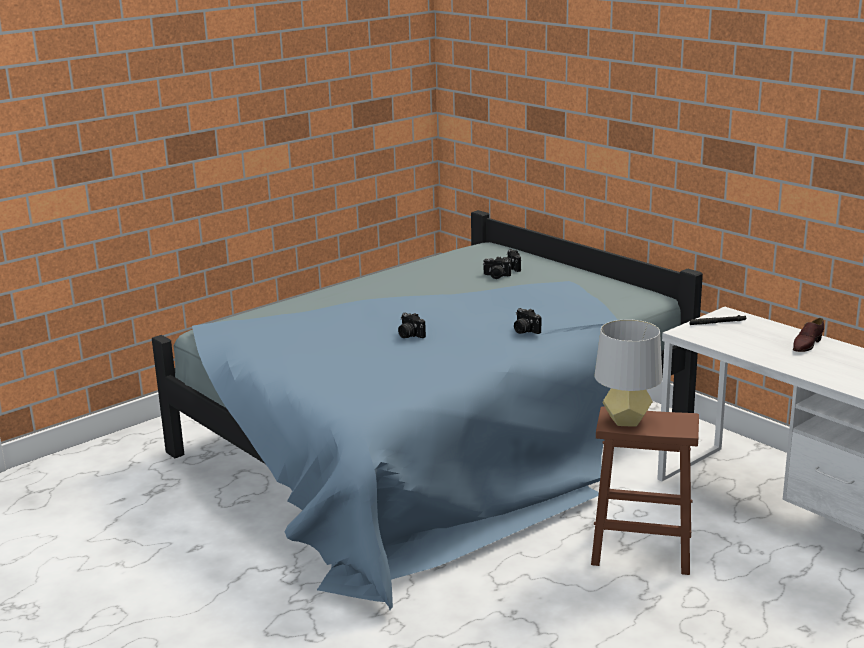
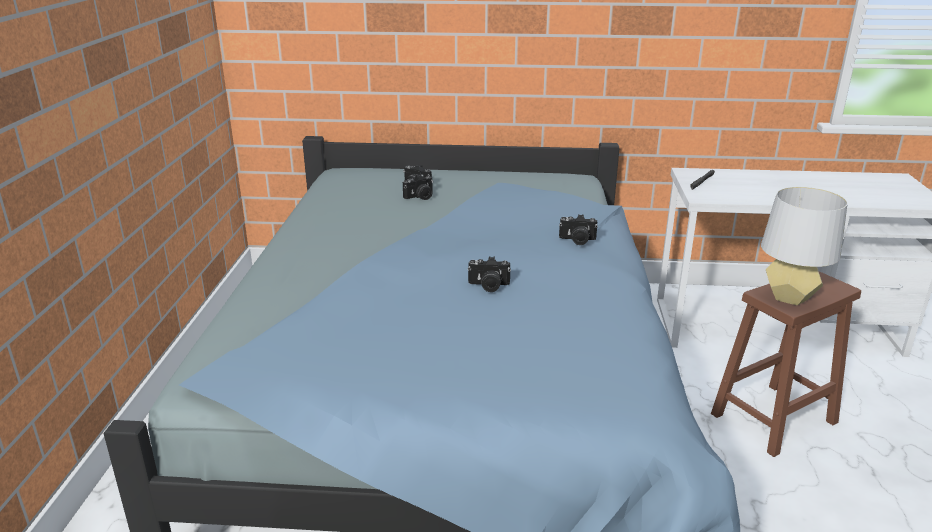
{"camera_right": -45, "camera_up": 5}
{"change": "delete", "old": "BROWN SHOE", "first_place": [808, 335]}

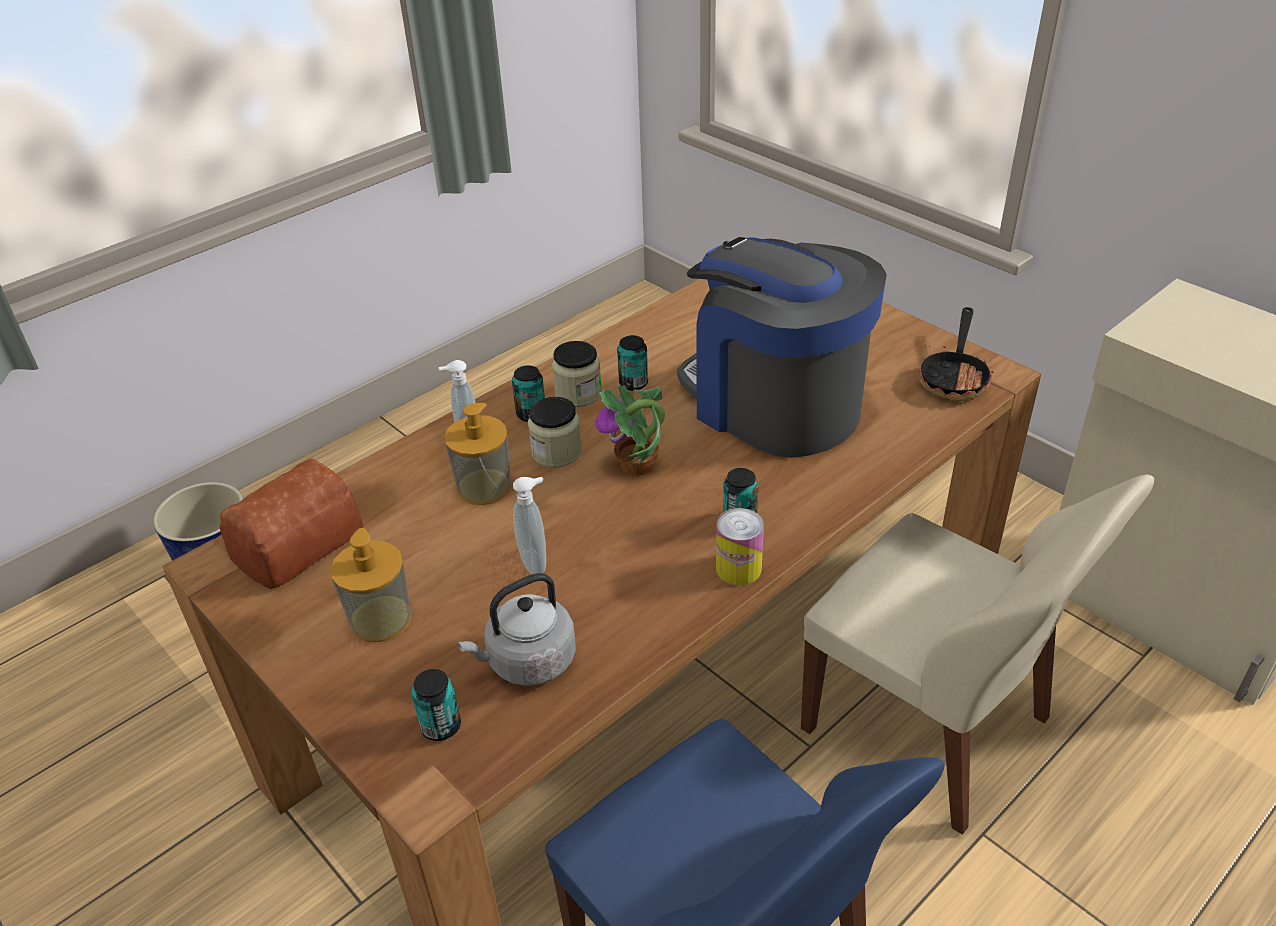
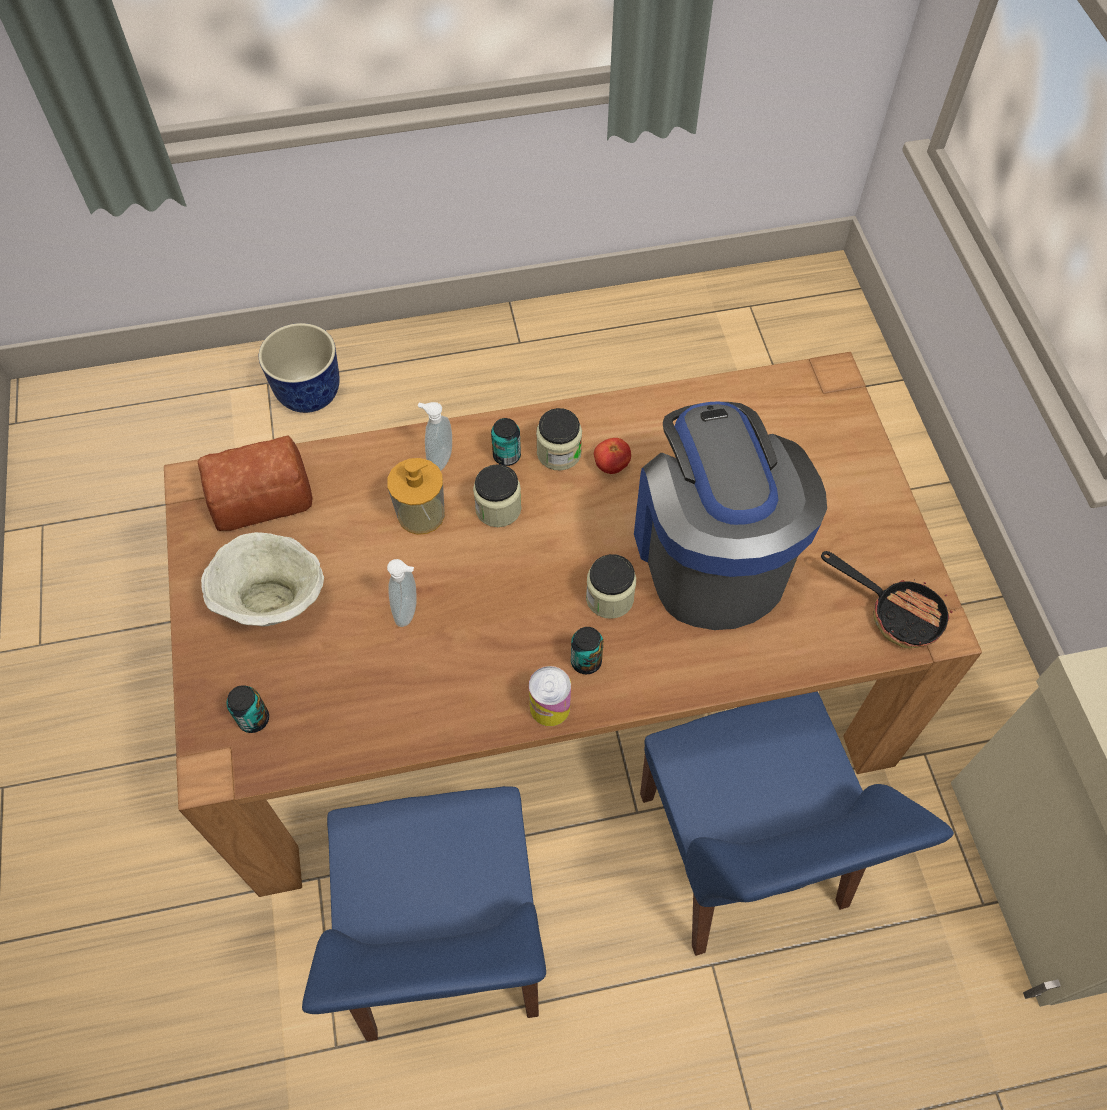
{"camera_right": 30, "camera_up": 20}
{"change": "replace", "old": "SOAP DISPENSER", "new": "BEIGE BOWL", "first_place": [370, 585], "second_place": [262, 579]}
{"change": "insert", "new": "JAR", "second_place": [611, 586]}
{"change": "replace", "old": "CAN", "new": "TOMATO", "first_place": [632, 363], "second_place": [612, 456]}
{"change": "recolor", "old": "BEIGE CHAIR", "new": "BLUE CHAIR", "first_place": [977, 655], "second_place": [797, 823]}
{"change": "rotate", "old": "FRYING PAN", "first_place": [956, 354], "second_place": [887, 599], "degrees": -105}
{"change": "delete", "old": "GREY KETTLE", "first_place": [516, 629]}
{"change": "delete", "old": "POTTED PLANT", "first_place": [630, 430]}

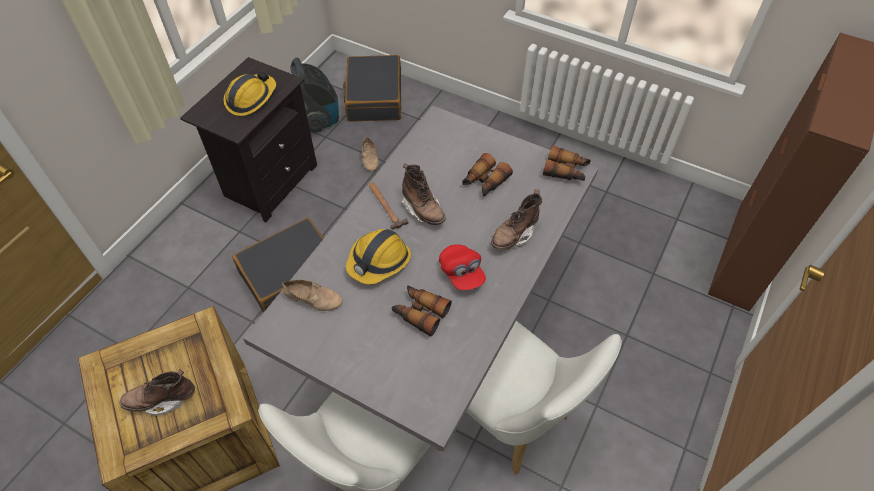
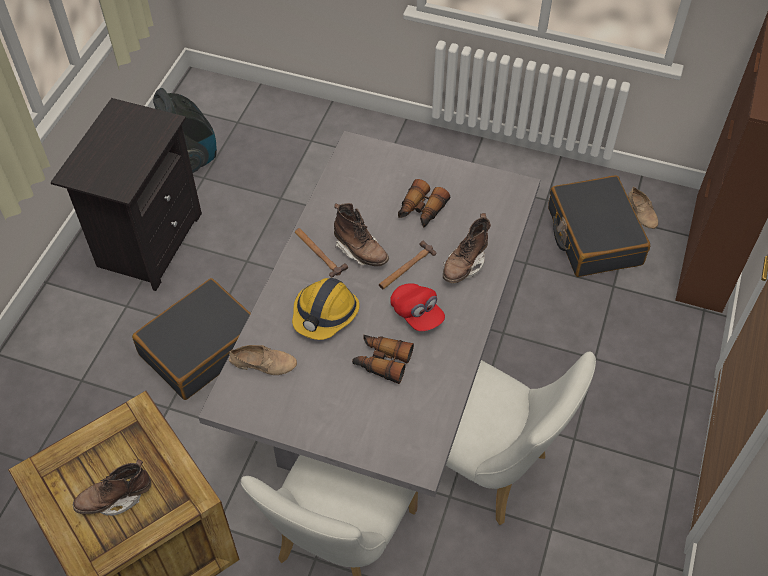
{"camera_right": -10, "camera_up": 0}
{"change": "insert", "new": "HAMMER", "second_place": [407, 265]}
{"change": "move", "old": "BLACK SUITCASE", "first_place": [372, 88], "second_place": [599, 226]}
{"change": "move", "old": "BEIGE SHOE", "first_place": [370, 154], "second_place": [643, 207]}
{"change": "delete", "old": "HARD HAT", "first_place": [249, 93]}
{"change": "delete", "old": "BINOCULARS", "first_place": [567, 163]}

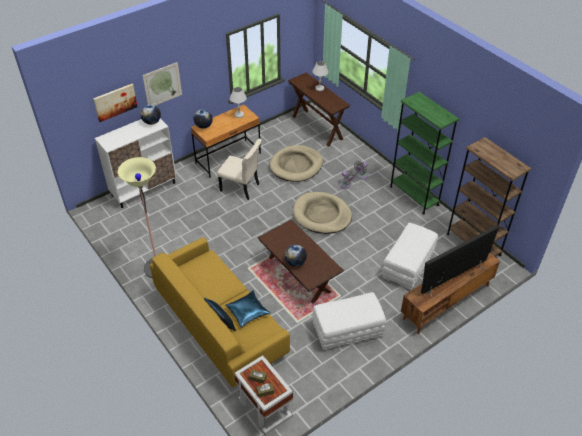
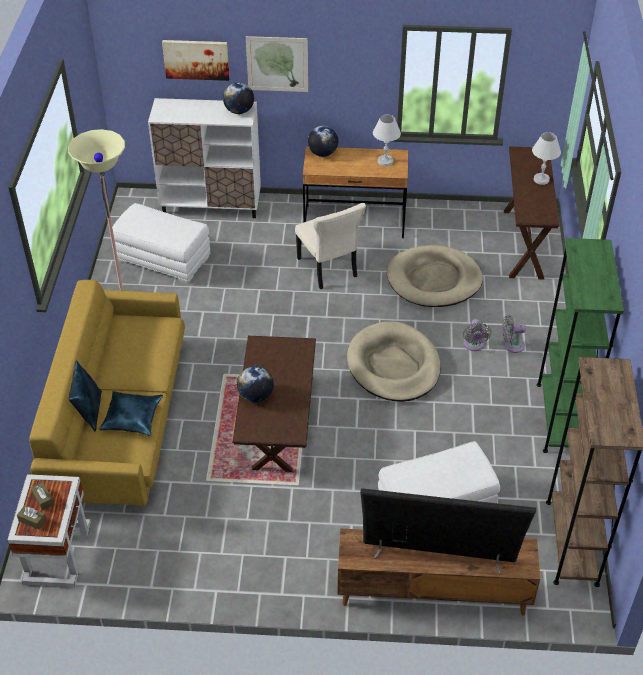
{"camera_right": 40, "camera_up": 0}
{"change": "move", "old": "WHITE OTTOMAN", "first_place": [349, 321], "second_place": [160, 243]}

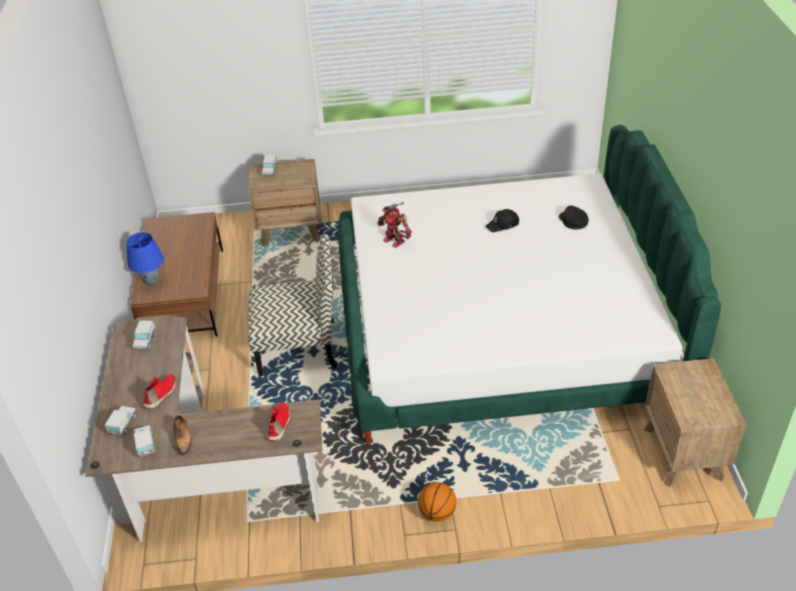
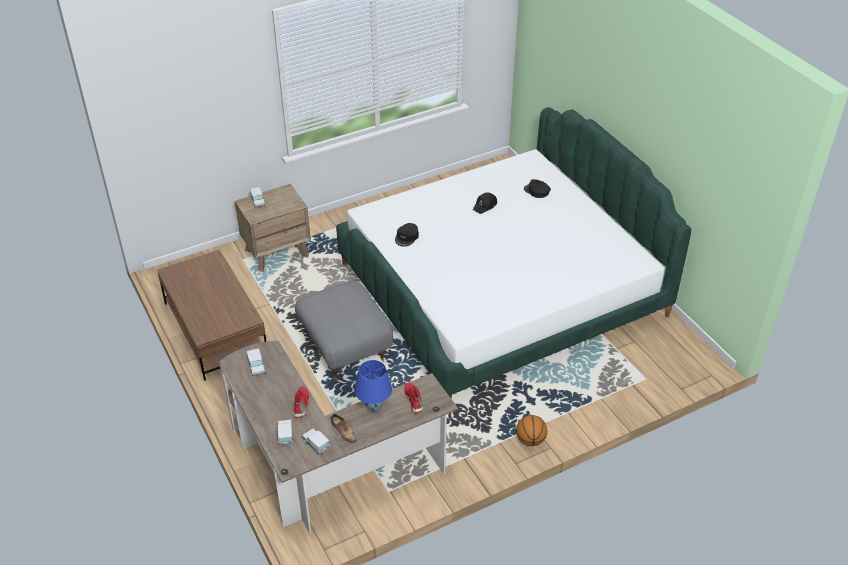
{"camera_right": -25, "camera_up": 0}
{"change": "replace", "old": "CHAIR", "new": "GREY OTTOMAN", "first_place": [292, 305], "second_place": [344, 330]}
{"change": "move", "old": "BLUE TABLE LAMP", "first_place": [145, 258], "second_place": [373, 386]}
{"change": "replace", "old": "TOY ROBOT", "new": "BLACK CAP", "first_place": [394, 225], "second_place": [407, 235]}
{"change": "delete", "old": "BROWN NIGHTSTAND", "first_place": [695, 423]}

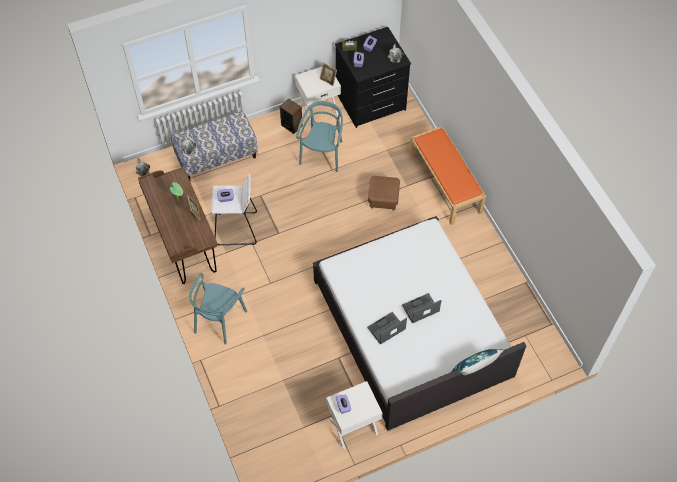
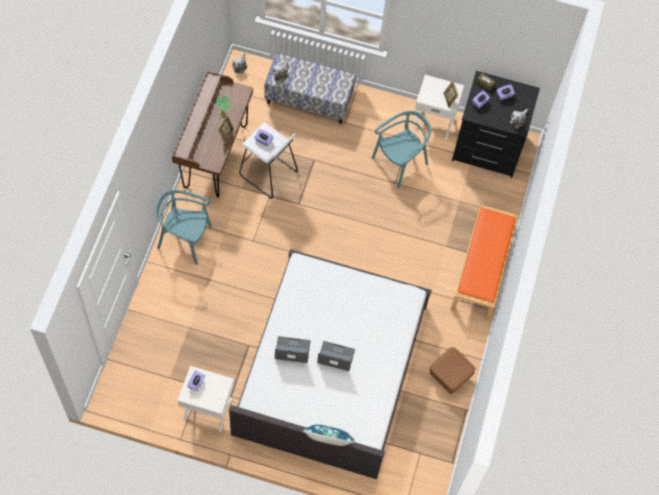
{"camera_right": 35, "camera_up": 5}
{"change": "rotate", "old": "TURQUOISE CHAIR", "first_place": [218, 309], "second_place": [184, 227], "degrees": 45}
{"change": "move", "old": "BROWN OTTOMAN", "first_place": [384, 193], "second_place": [452, 370]}
{"change": "delete", "old": "SPEAKER", "first_place": [291, 116]}

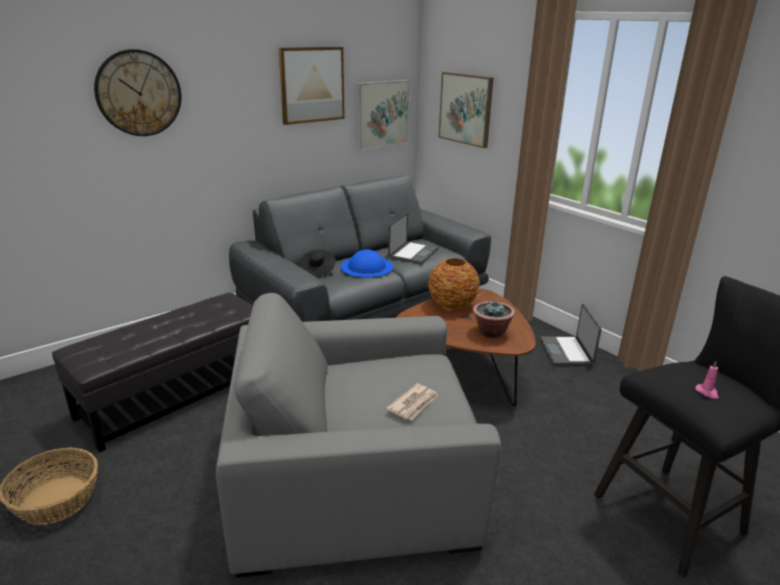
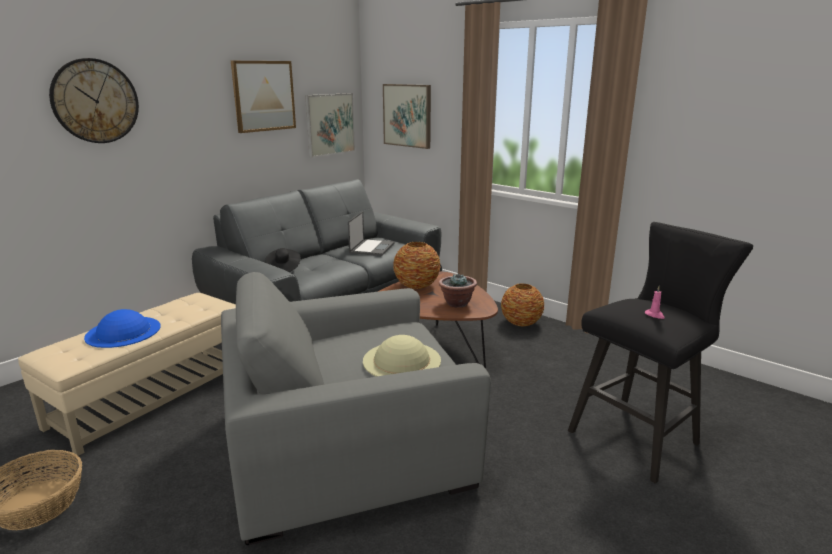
{"camera_right": -10, "camera_up": -5}
{"change": "recolor", "old": "BLACK OTTOMAN", "new": "BEIGE OTTOMAN", "first_place": [152, 372], "second_place": [127, 374]}
{"change": "move", "old": "BLUE HAT", "first_place": [367, 263], "second_place": [122, 328]}
{"change": "replace", "old": "NEWSPAPER", "new": "BEIGE HAT", "first_place": [412, 401], "second_place": [402, 356]}
{"change": "replace", "old": "LAPTOP", "new": "VASE", "first_place": [571, 335], "second_place": [522, 304]}

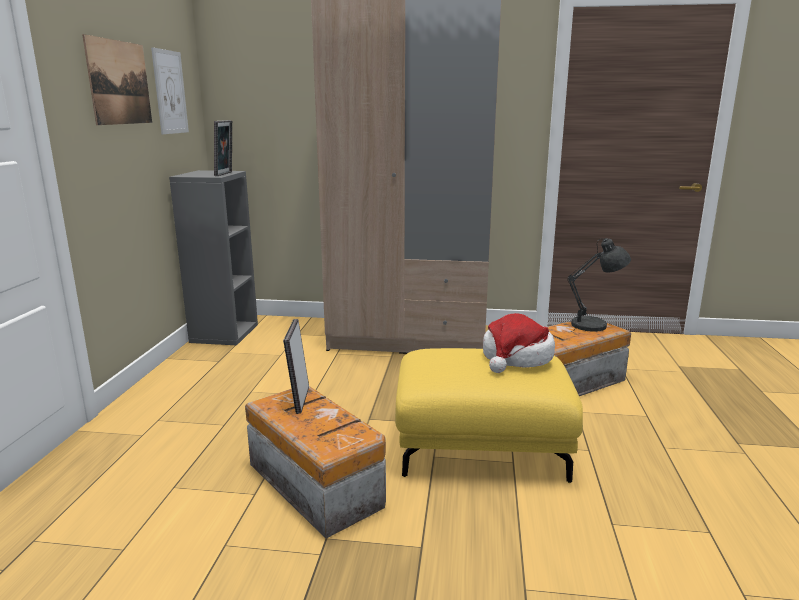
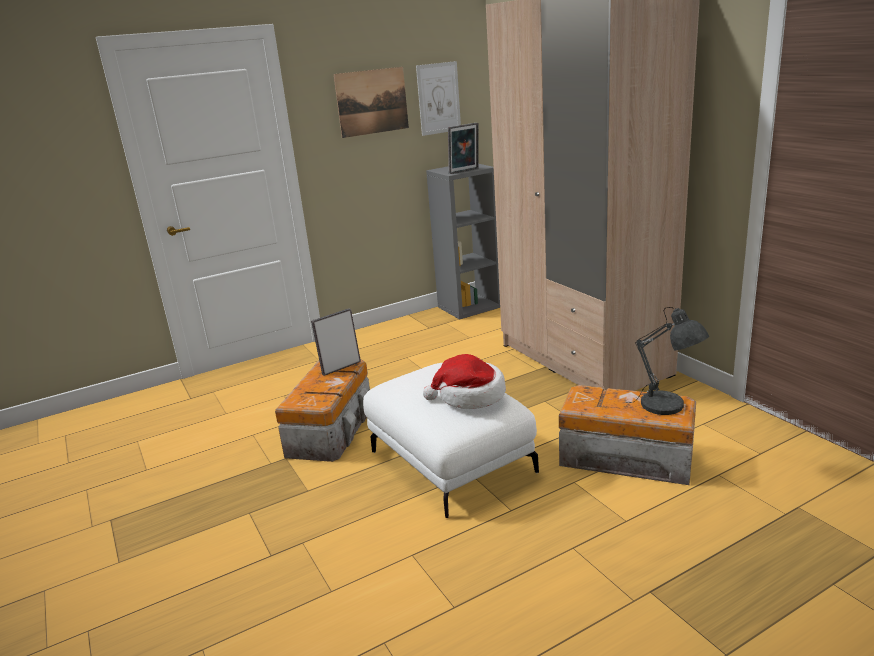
{"camera_right": 55, "camera_up": 5}
{"change": "recolor", "old": "YELLOW OTTOMAN", "new": "WHITE OTTOMAN", "first_place": [489, 415], "second_place": [451, 440]}

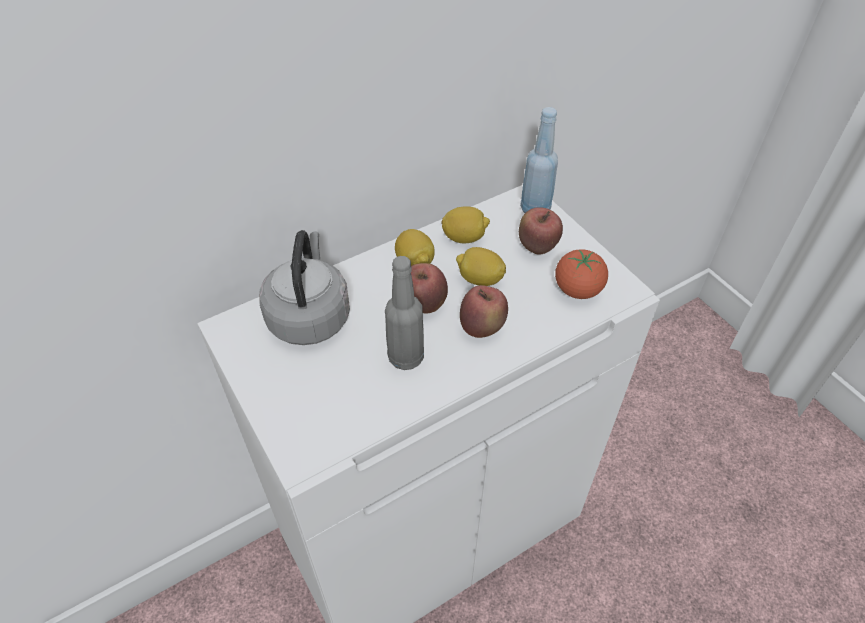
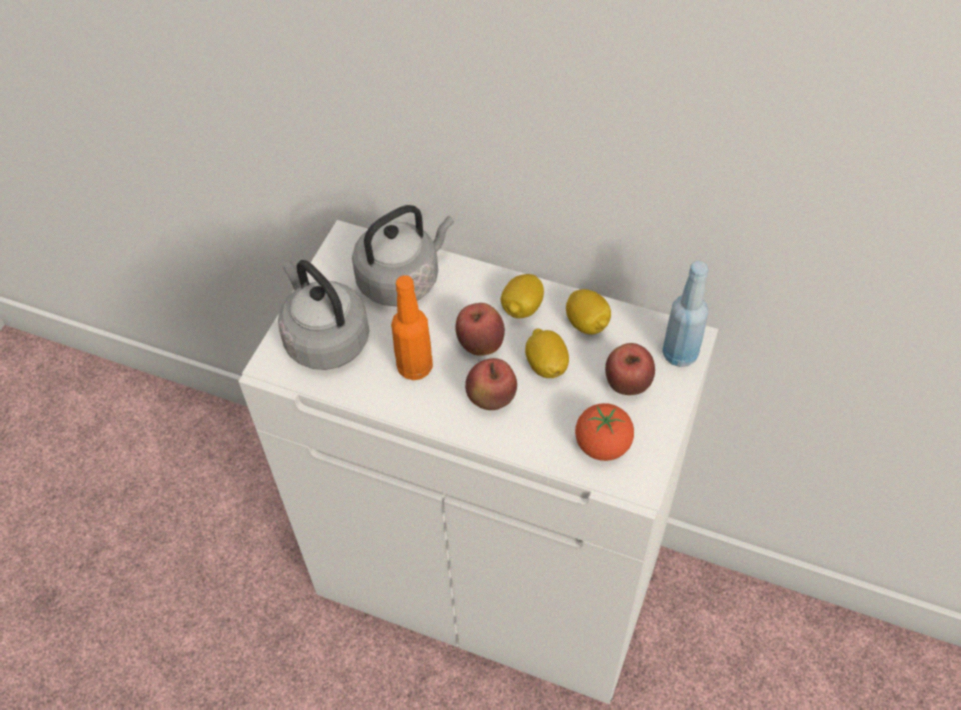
{"camera_right": 55, "camera_up": 5}
{"change": "insert", "new": "GREY KETTLE", "second_place": [323, 315]}
{"change": "recolor", "old": "GREY BOTTLE", "new": "ORANGE BOTTLE", "first_place": [404, 313], "second_place": [412, 327]}

